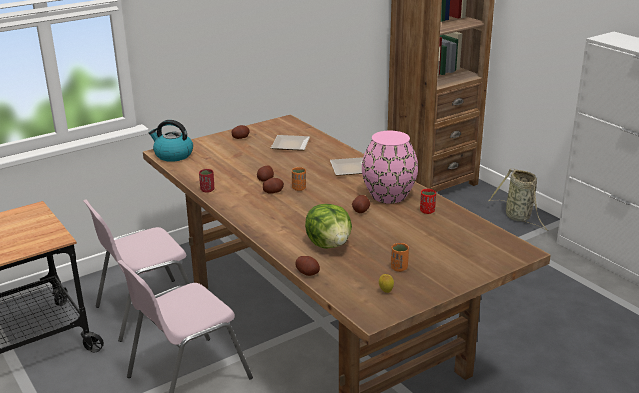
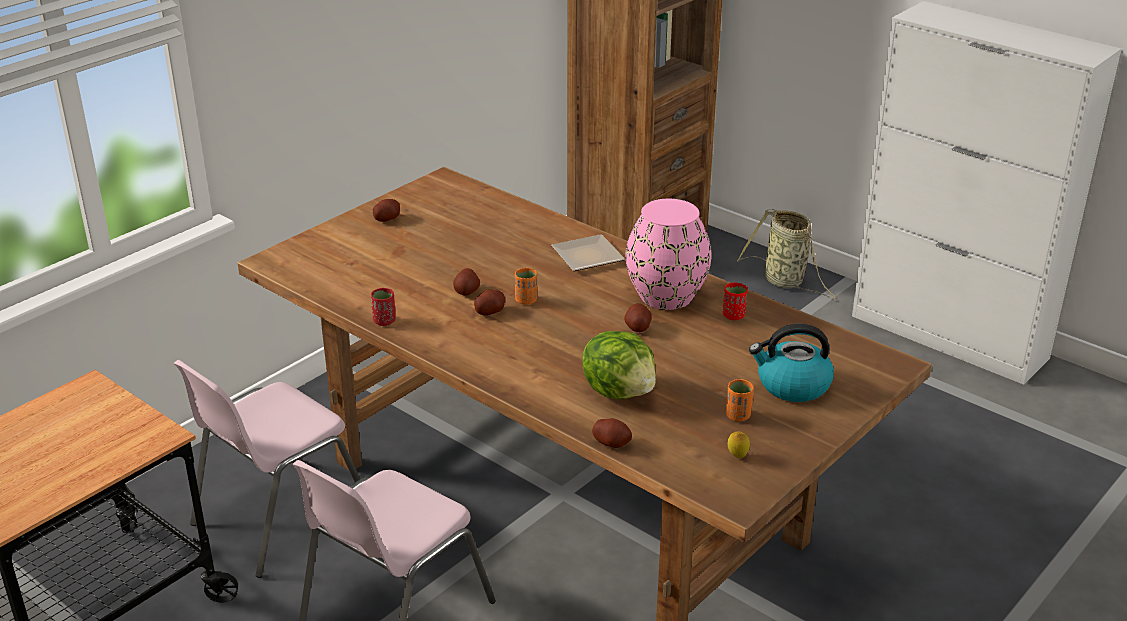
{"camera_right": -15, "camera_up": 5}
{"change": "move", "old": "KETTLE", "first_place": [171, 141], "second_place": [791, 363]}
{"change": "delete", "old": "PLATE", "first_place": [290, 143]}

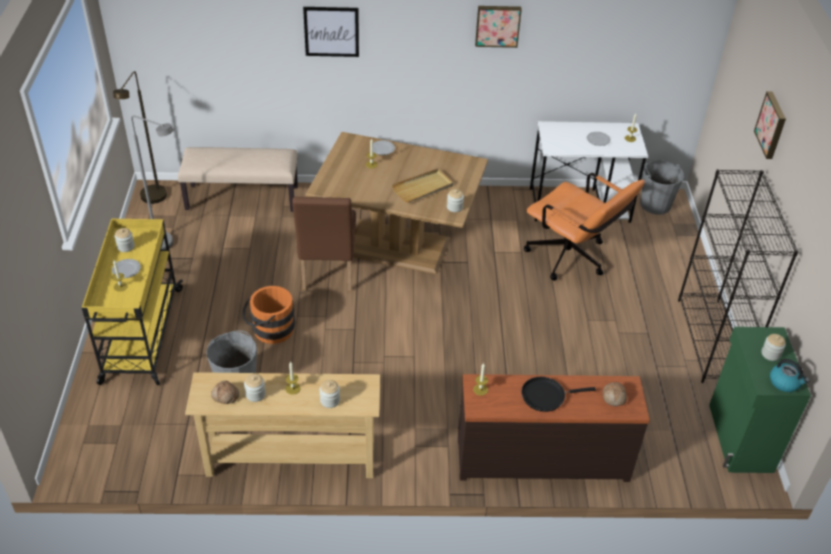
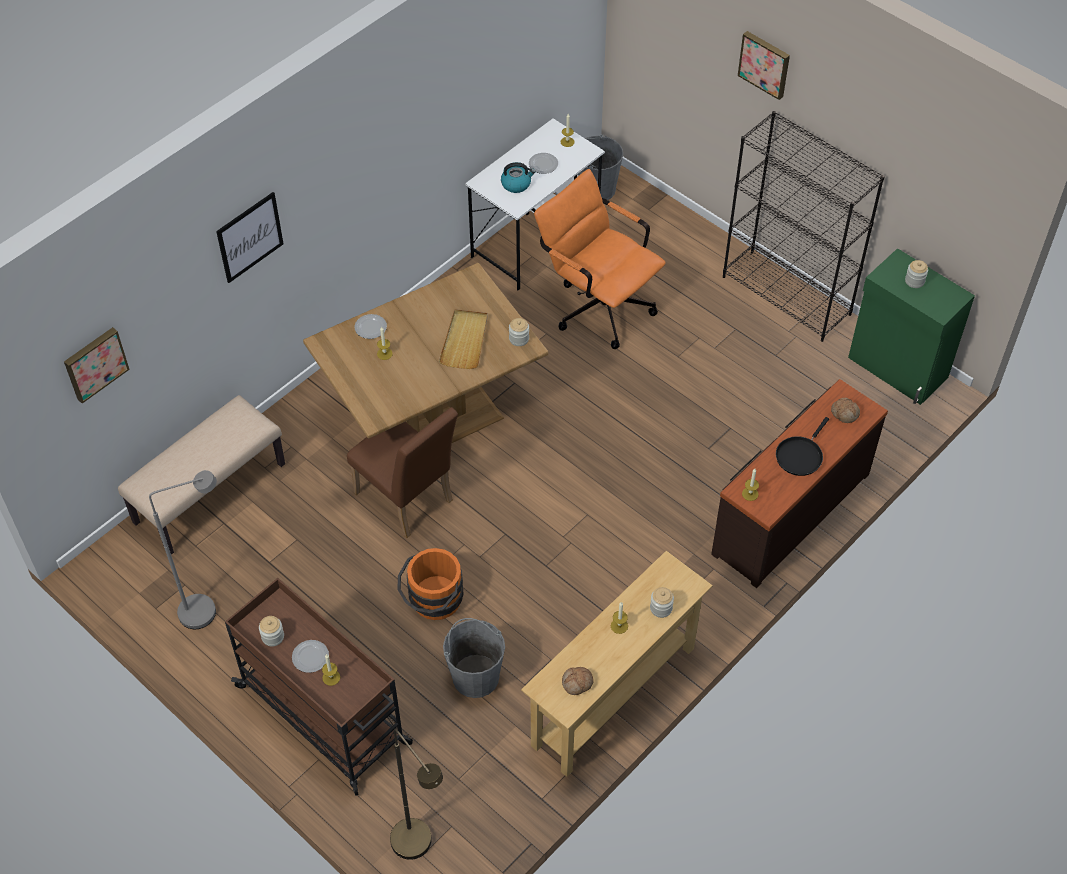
{"camera_right": -45, "camera_up": 10}
{"change": "move", "old": "PICTURE", "first_place": [498, 27], "second_place": [97, 365]}
{"change": "recolor", "old": "YELLOW CART", "new": "BROWN CART", "first_place": [132, 302], "second_place": [319, 687]}
{"change": "move", "old": "BROWN FLOOR LAMP", "first_place": [140, 137], "second_place": [416, 794]}
{"change": "move", "old": "KETTLE", "first_place": [789, 375], "second_place": [518, 177]}
{"change": "rotate", "old": "ORANGE OFFICE CHAIR", "first_place": [584, 227], "second_place": [600, 259], "degrees": -135}
{"change": "delete", "old": "JAR", "first_place": [255, 388]}

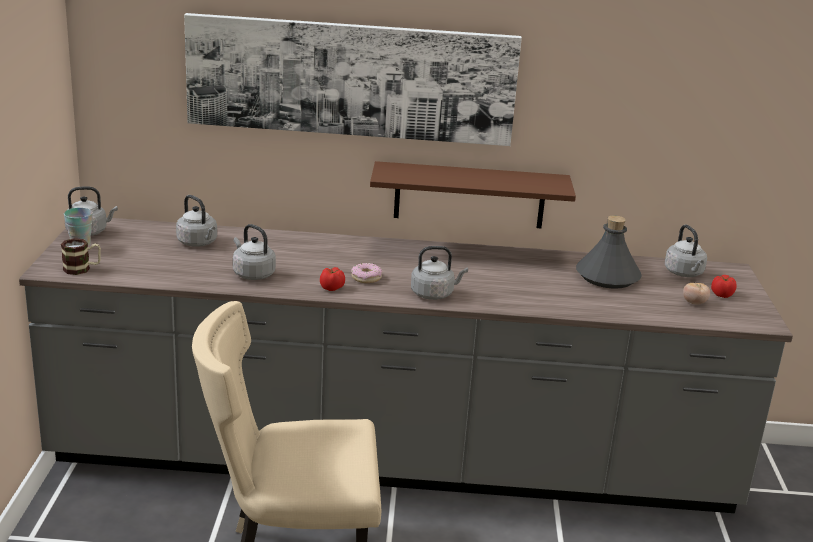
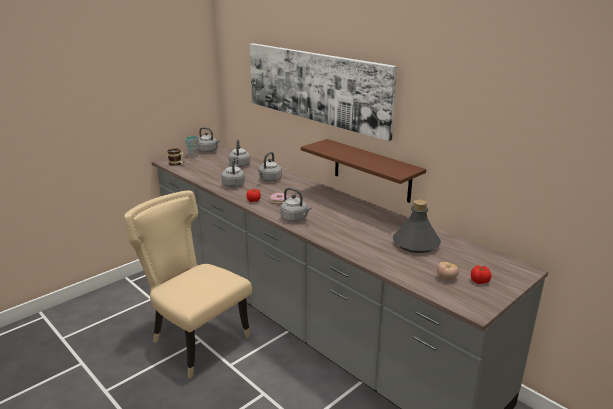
{"camera_right": 45, "camera_up": 0}
{"change": "move", "old": "GREY KETTLE", "first_place": [686, 250], "second_place": [270, 167]}

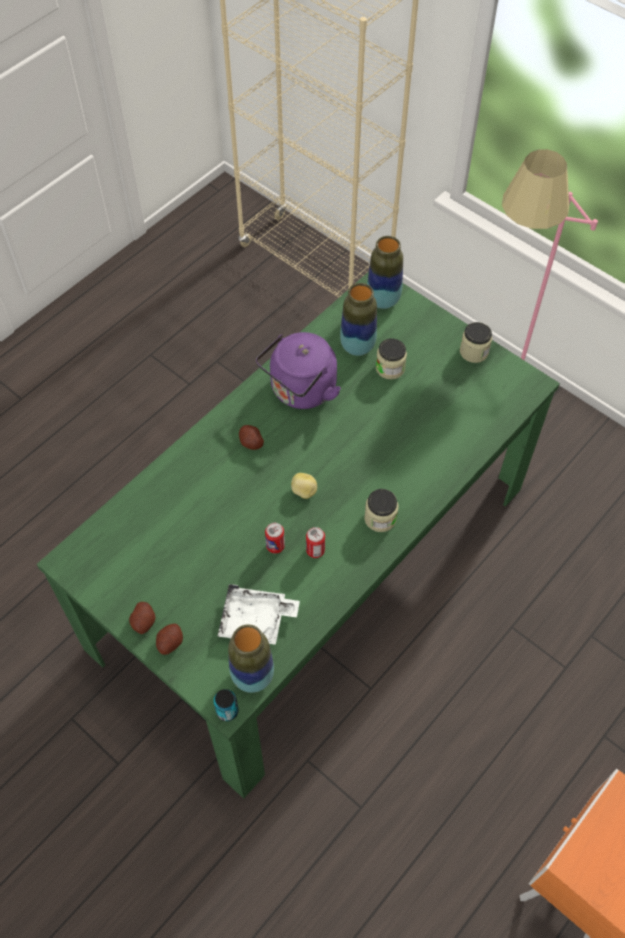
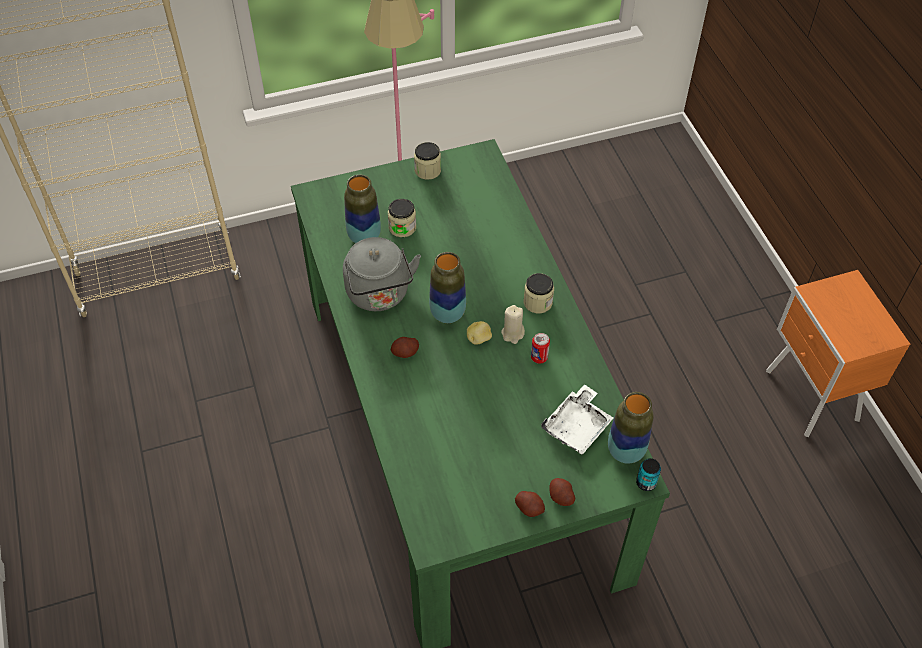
{"camera_right": -60, "camera_up": -5}
{"change": "recolor", "old": "PURPLE KETTLE", "new": "GREY KETTLE", "first_place": [298, 370], "second_place": [382, 274]}
{"change": "move", "old": "VASE", "first_place": [385, 272], "second_place": [447, 287]}
{"change": "insert", "new": "BEIGE CANDLE", "second_place": [513, 324]}
{"change": "delete", "old": "CAN", "first_place": [275, 538]}

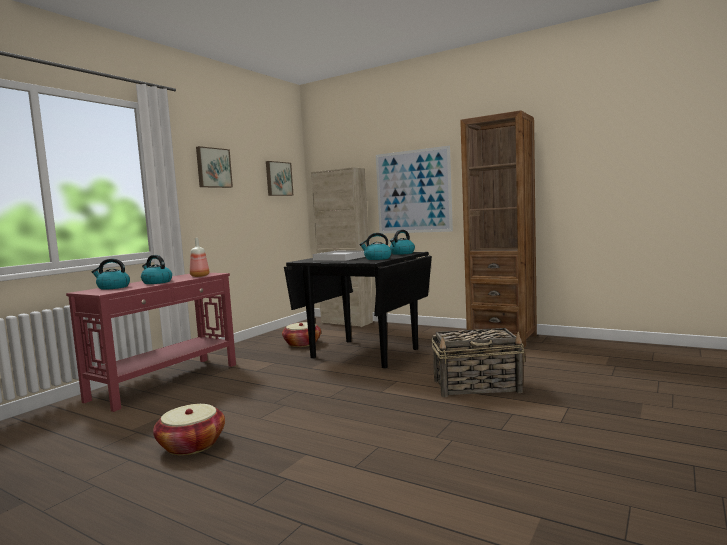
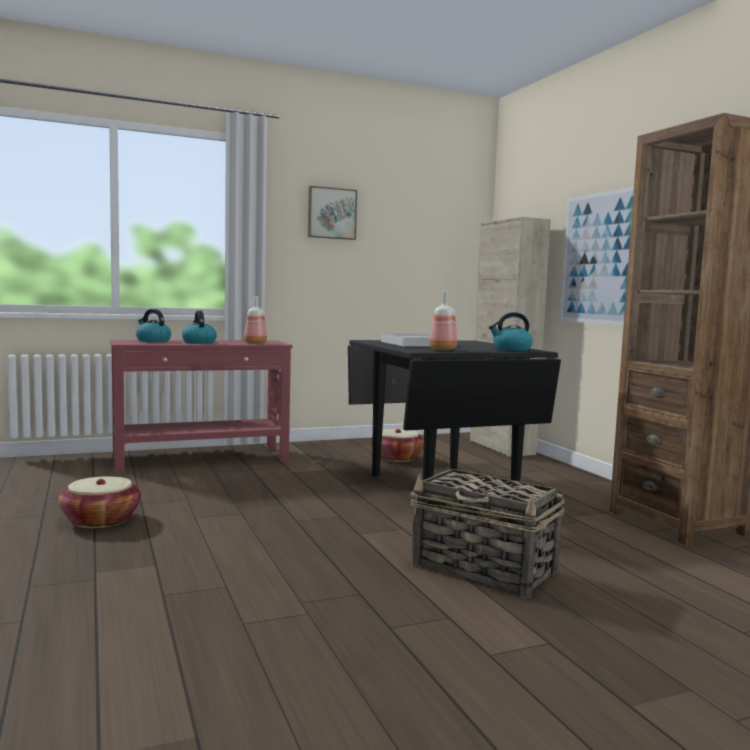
{"camera_right": 35, "camera_up": 0}
{"change": "replace", "old": "KETTLE", "new": "BOTTLE", "first_place": [376, 246], "second_place": [443, 321]}
{"change": "delete", "old": "PICTURE", "first_place": [279, 178]}

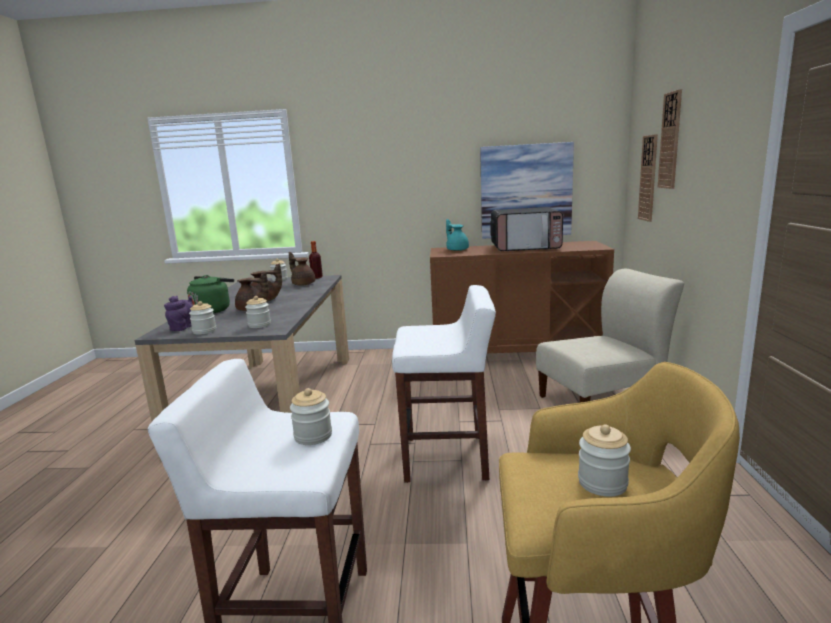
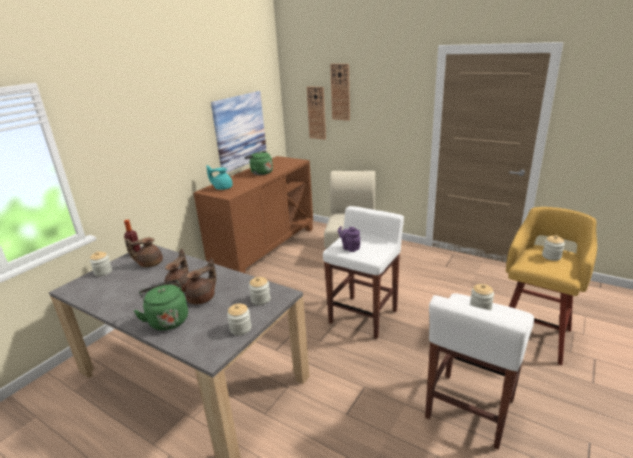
{"camera_right": -60, "camera_up": 10}
{"change": "replace", "old": "MICROWAVE", "new": "GREEN KETTLE", "first_place": [526, 229], "second_place": [259, 163]}
{"change": "move", "old": "PURPLE TEAPOT", "first_place": [178, 313], "second_place": [349, 239]}

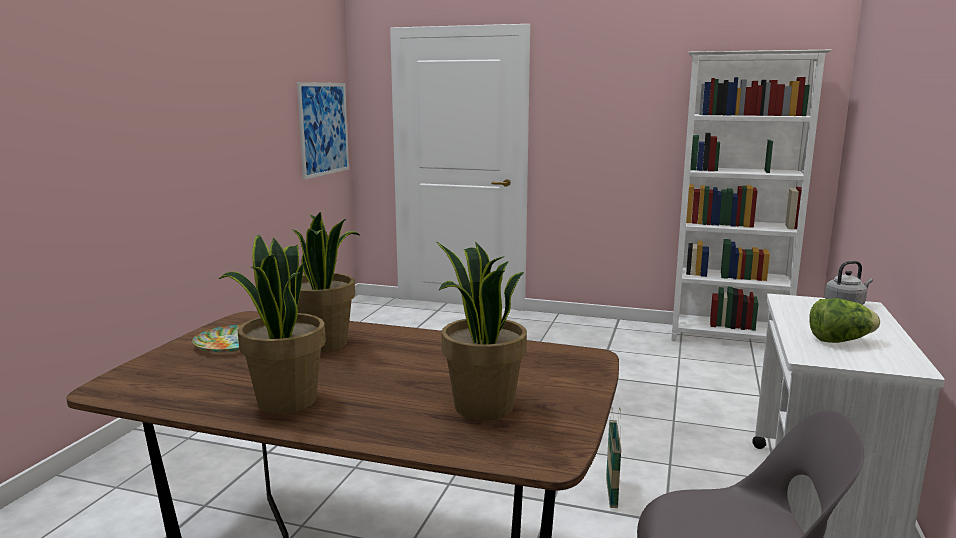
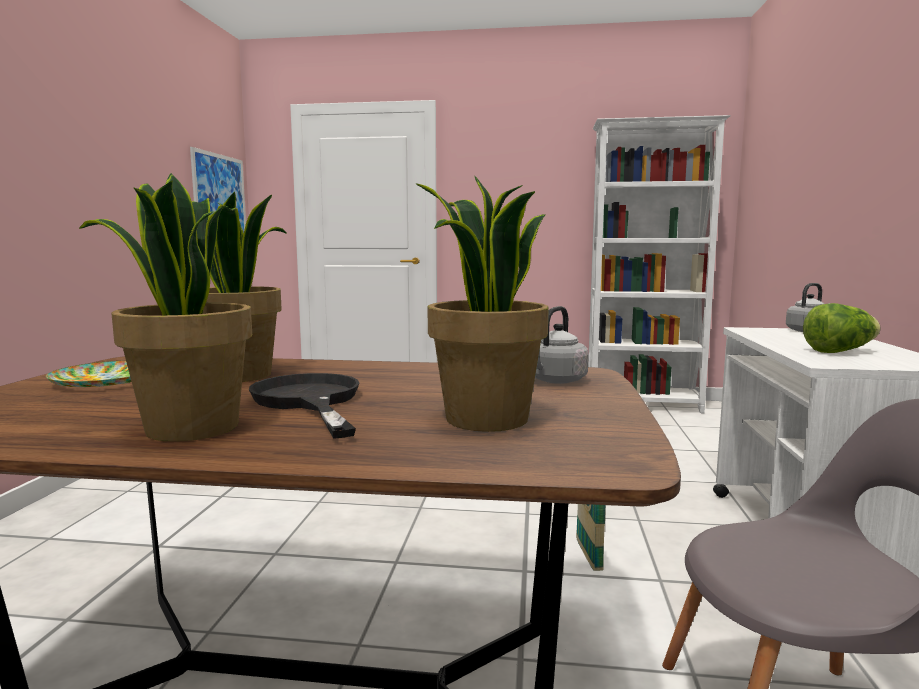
{"camera_right": -10, "camera_up": -5}
{"change": "insert", "new": "BLACK FRYING PAN", "second_place": [304, 406]}
{"change": "insert", "new": "GREY KETTLE", "second_place": [562, 345]}

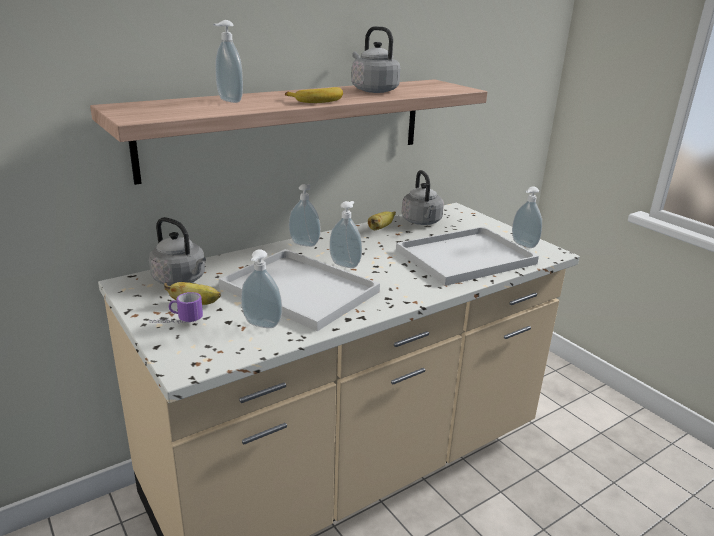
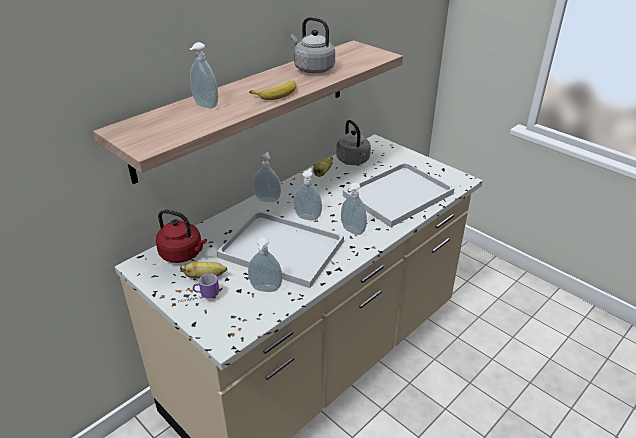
{"camera_right": -10, "camera_up": 10}
{"change": "recolor", "old": "GREY KETTLE", "new": "RED KETTLE", "first_place": [177, 251], "second_place": [181, 236]}
{"change": "move", "old": "SOAP DISPENSER", "first_place": [527, 217], "second_place": [354, 209]}

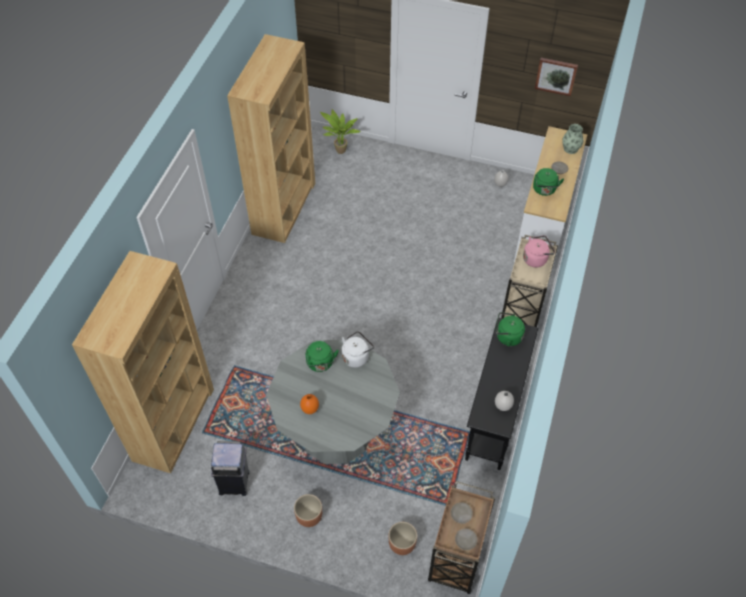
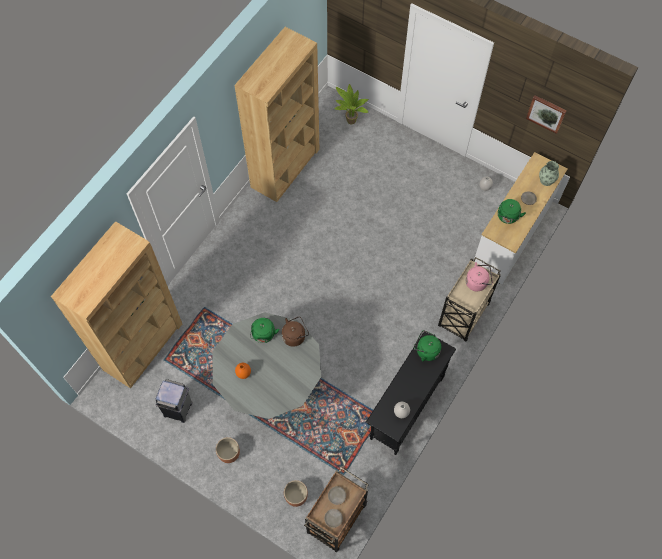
{"camera_right": 15, "camera_up": 10}
{"change": "recolor", "old": "WHITE KETTLE", "new": "BROWN KETTLE", "first_place": [358, 349], "second_place": [295, 332]}

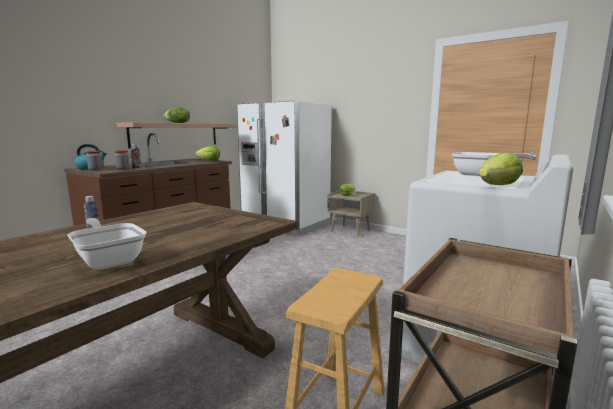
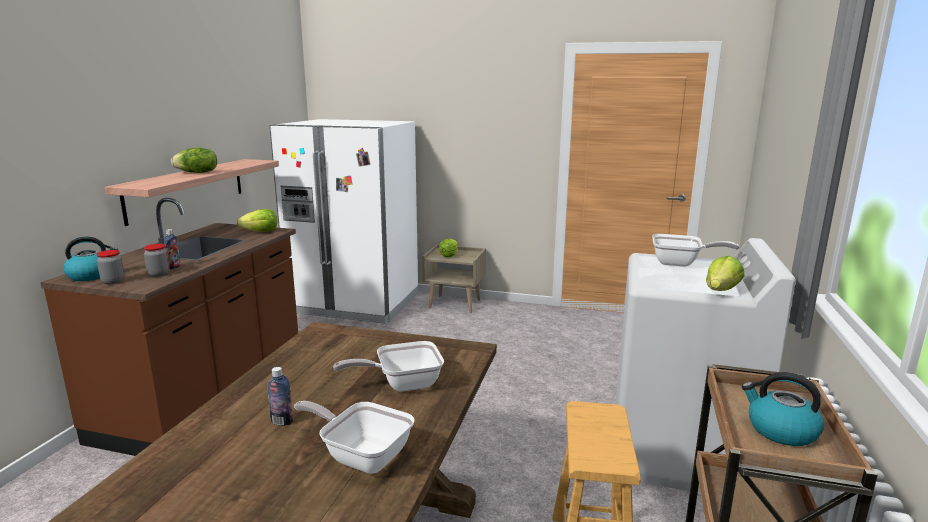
{"camera_right": -20, "camera_up": 5}
{"change": "insert", "new": "FRYING PAN", "second_place": [388, 366]}
{"change": "insert", "new": "KETTLE", "second_place": [783, 409]}

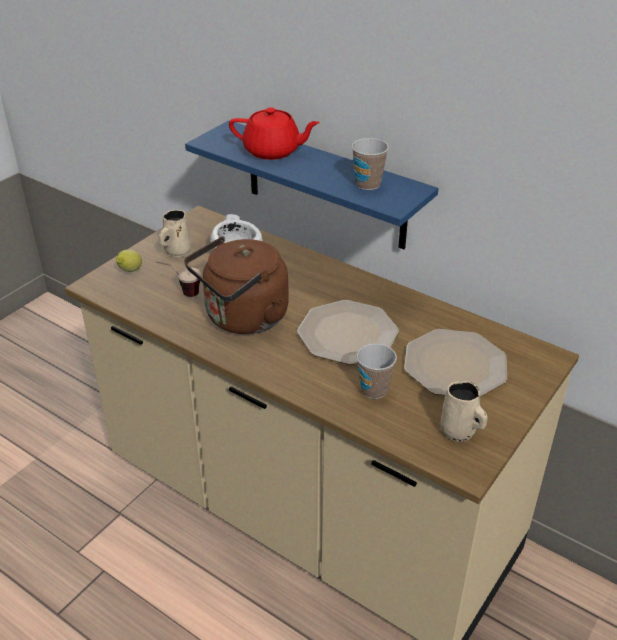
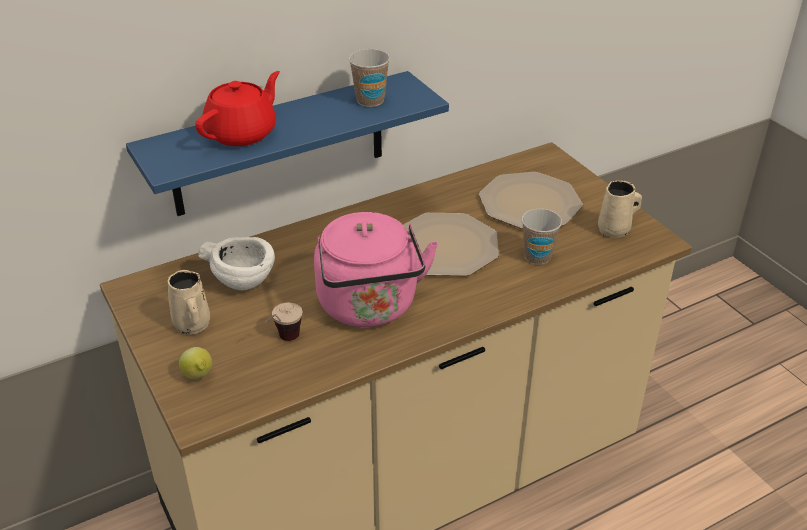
{"camera_right": -65, "camera_up": 0}
{"change": "recolor", "old": "BROWN KETTLE", "new": "PINK KETTLE", "first_place": [236, 285], "second_place": [376, 269]}

